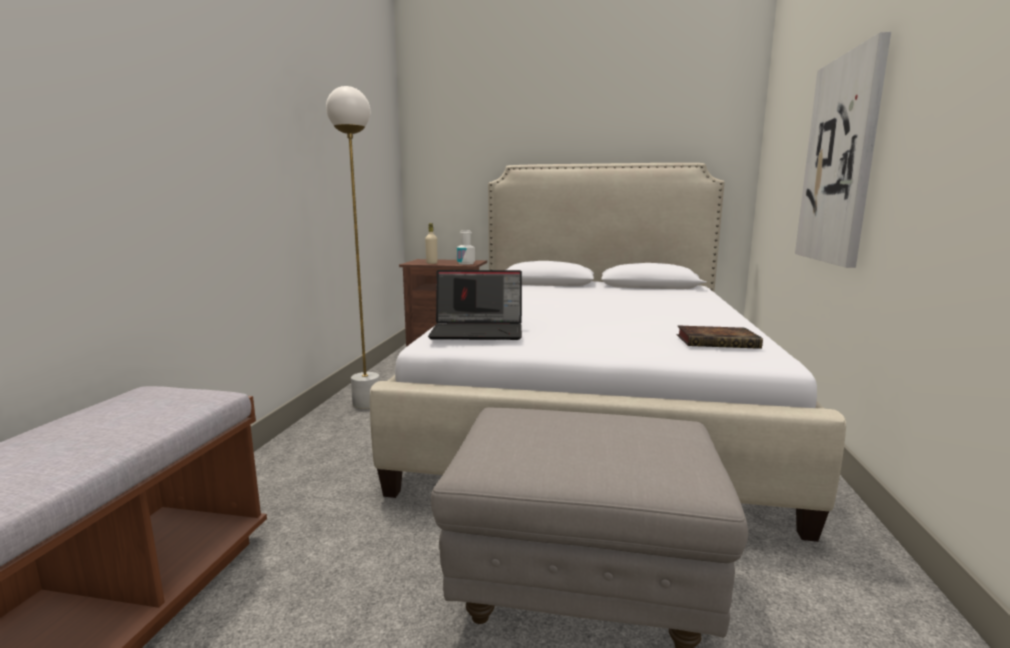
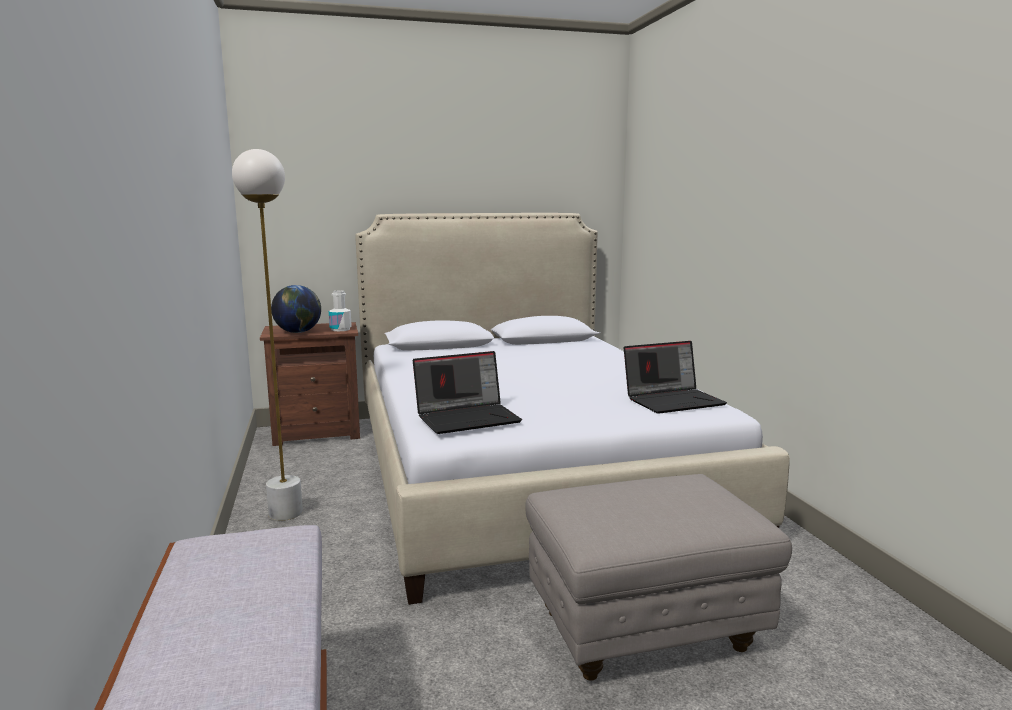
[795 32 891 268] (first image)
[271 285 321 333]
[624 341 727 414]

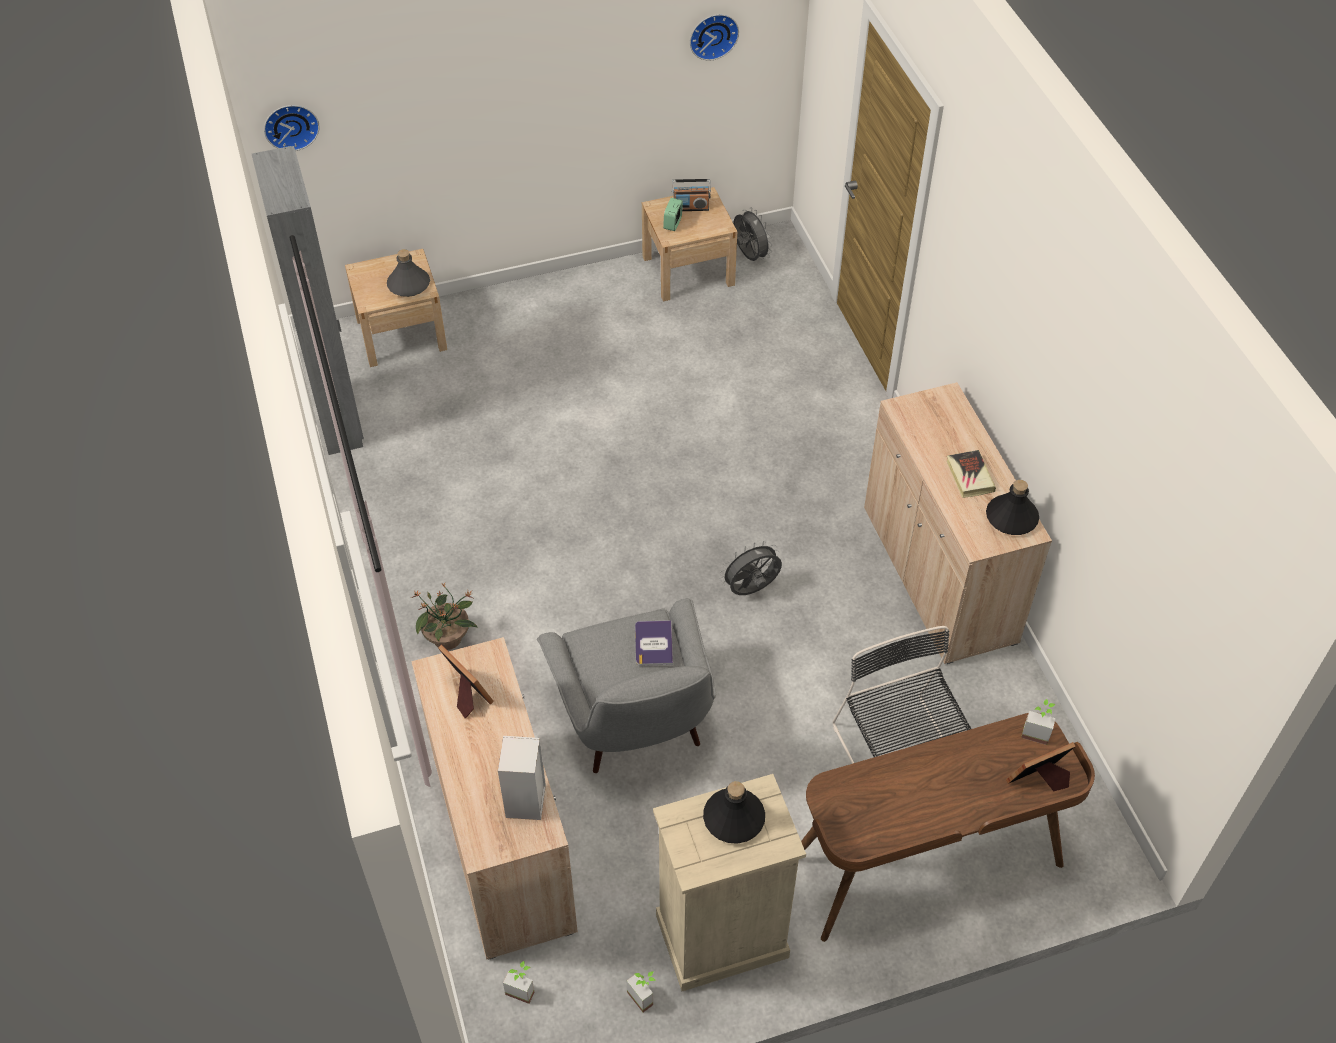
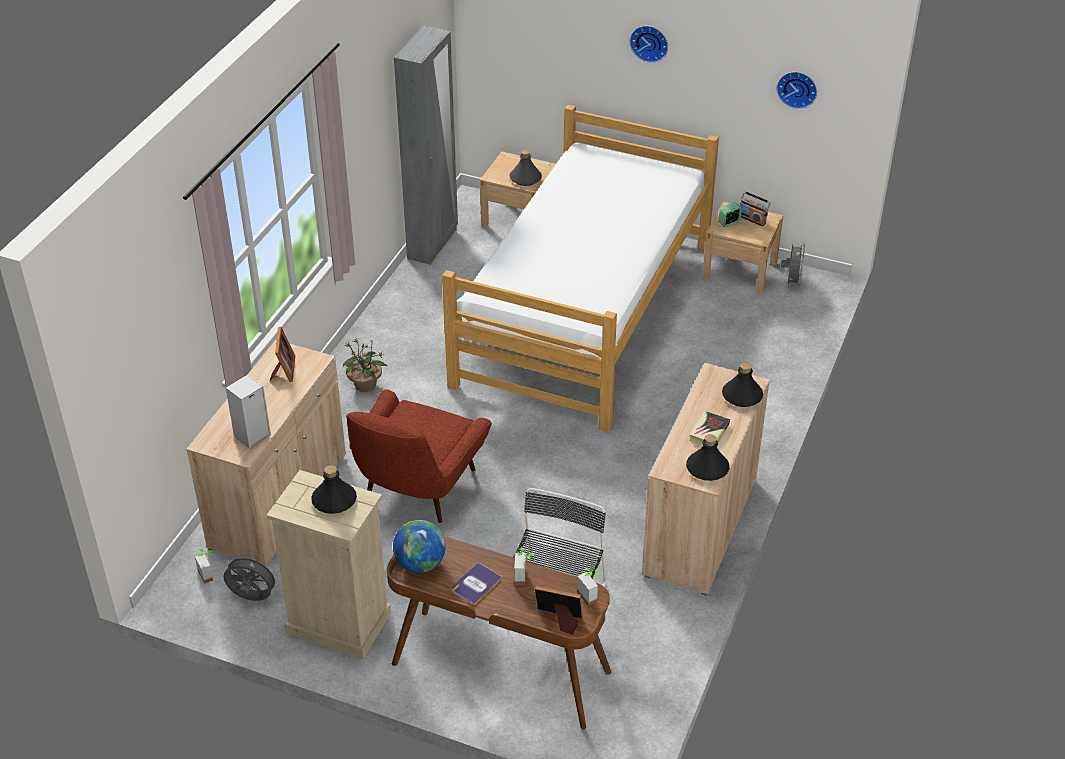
[393 520 446 573]
[442 105 719 432]
[722 362 763 407]
[630 26 668 63]
[514 547 534 585]
[451 563 503 606]
[223 554 279 601]
[346 389 492 523]

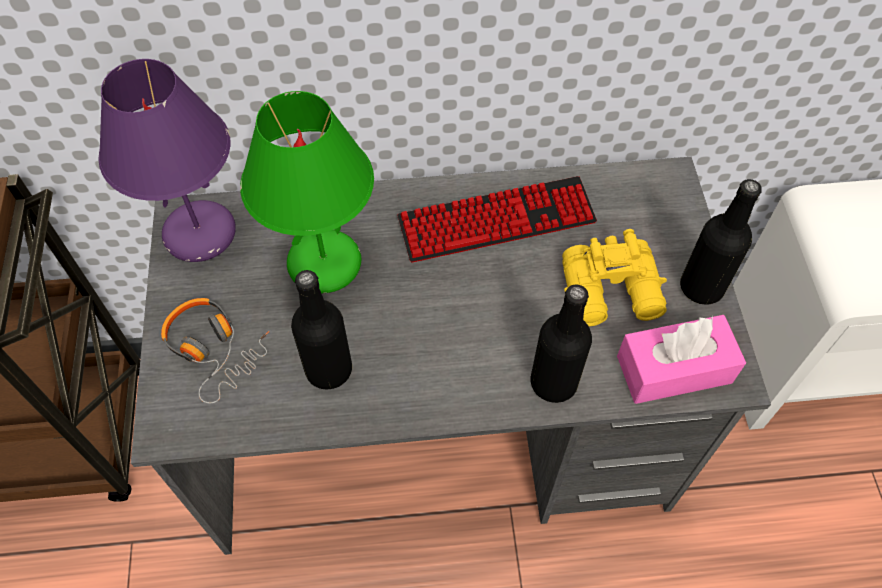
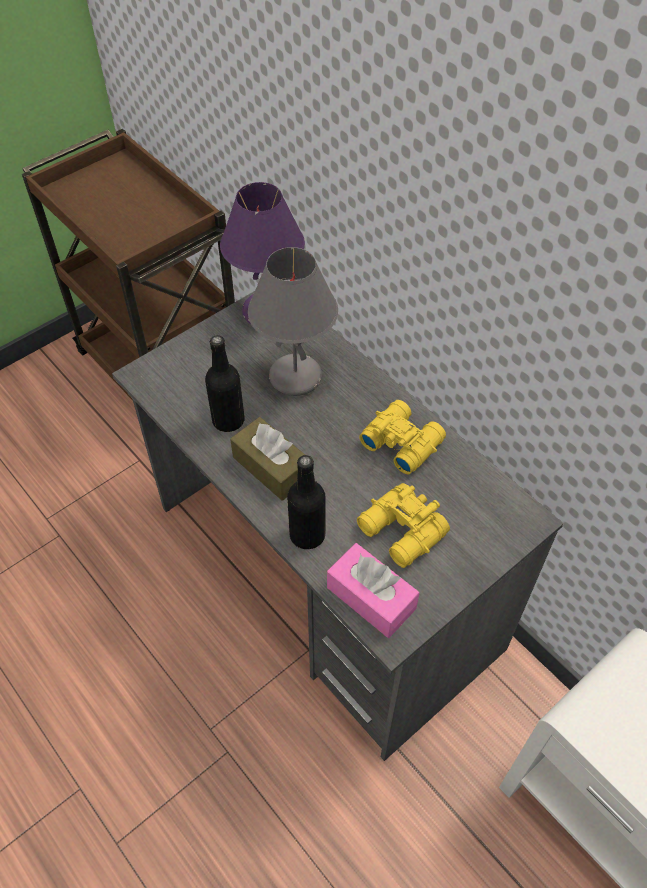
[161 298 270 403] (first image)
[680 179 762 305] (first image)
[230 417 305 501]
[359 400 446 474]
[248 247 338 396]

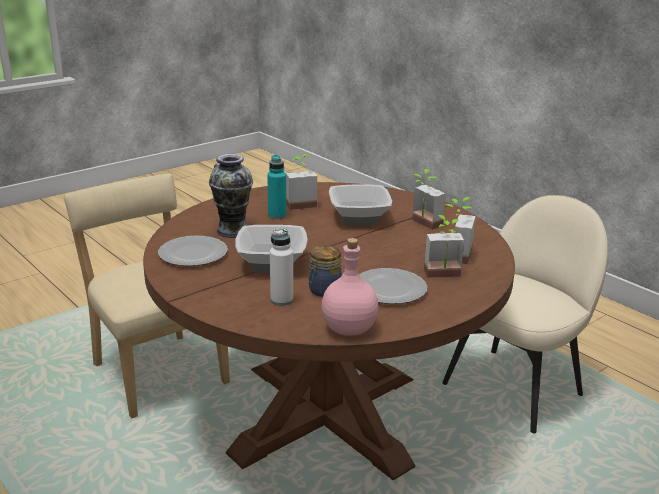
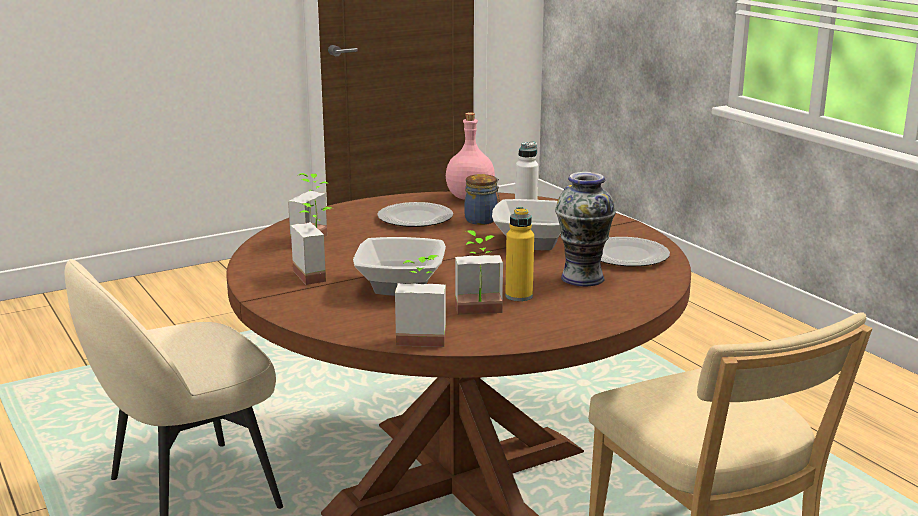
[395 255 446 347]
[505 207 534 301]

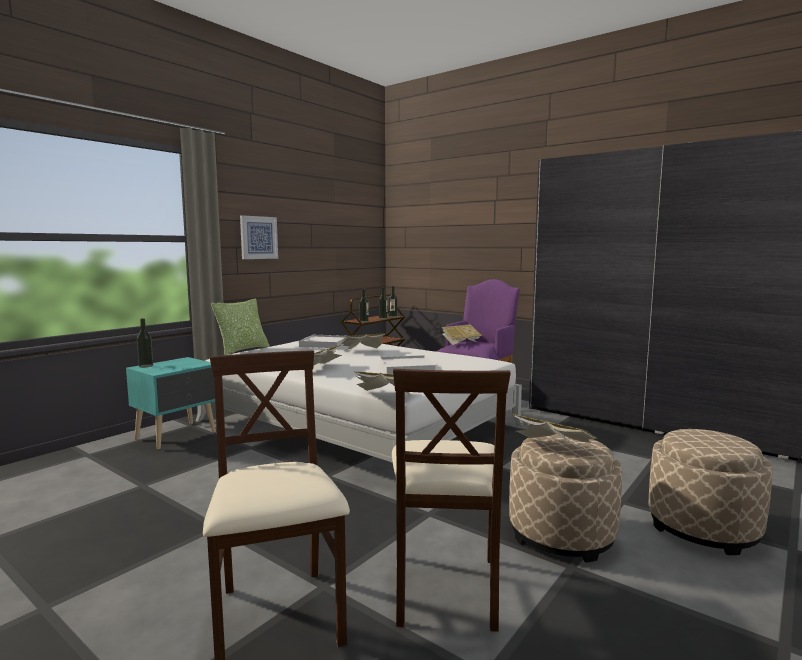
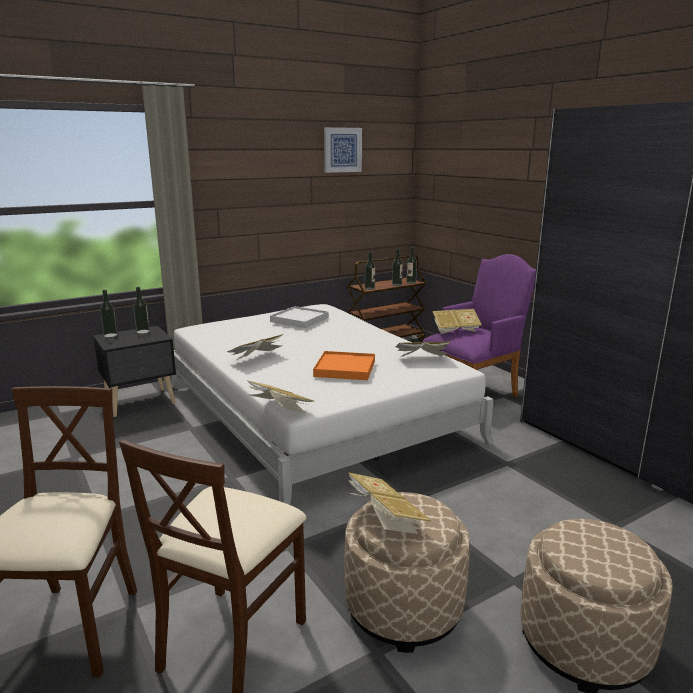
[211 299 270 355] (first image)
[133 287 150 334]
[324 127 362 173]
[395 341 450 357]
[93 326 176 417]
[313 351 375 380]

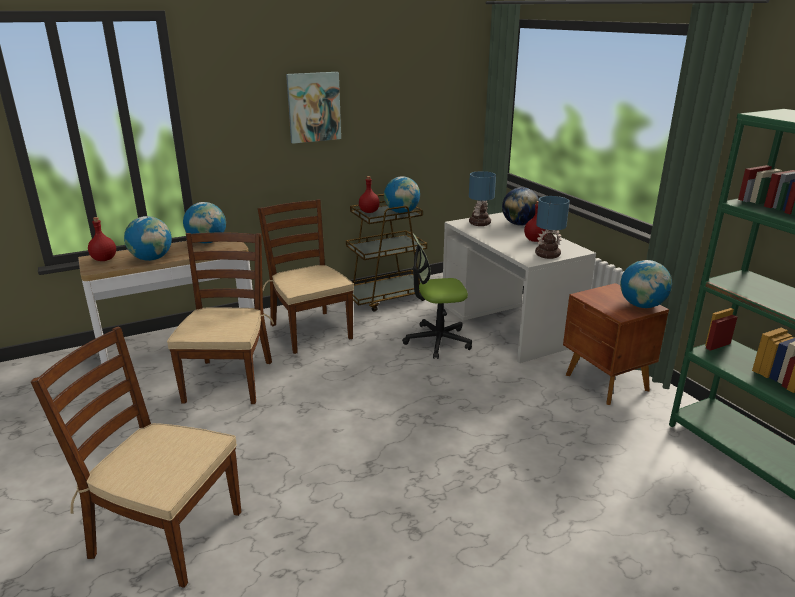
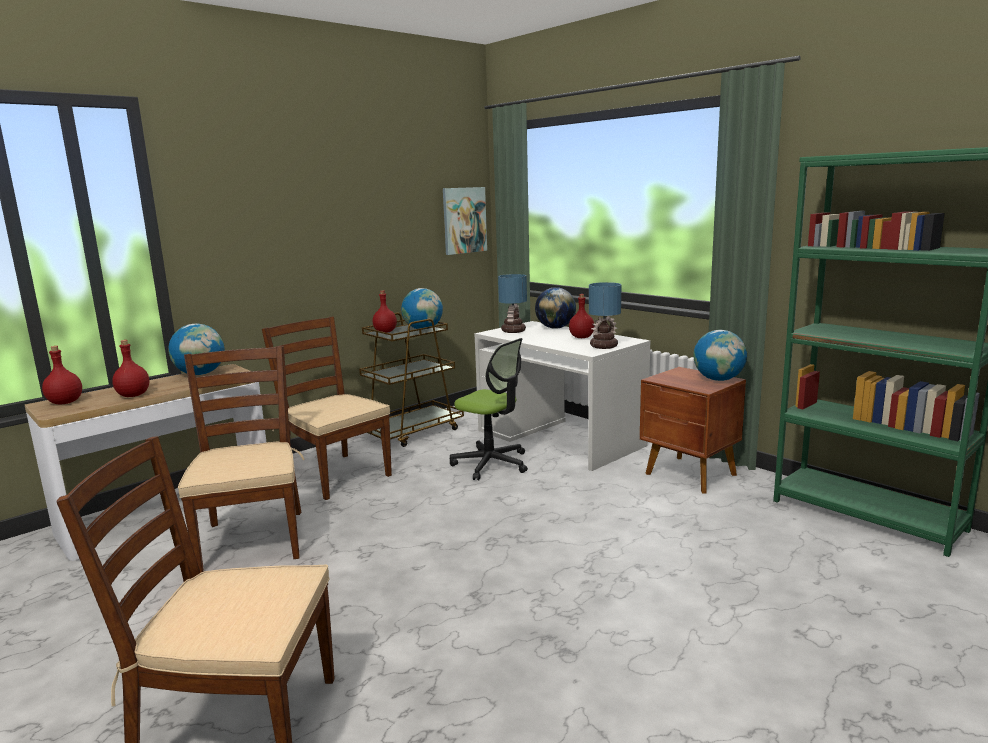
[443 187 487 255]
[112 340 149 397]
[450 338 528 480]

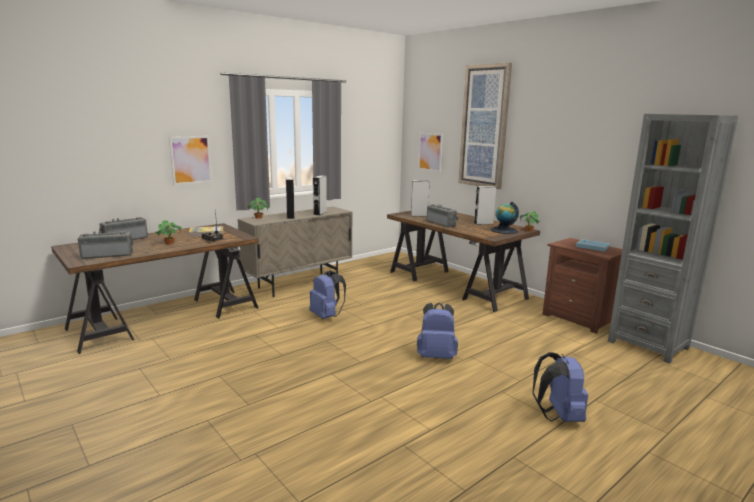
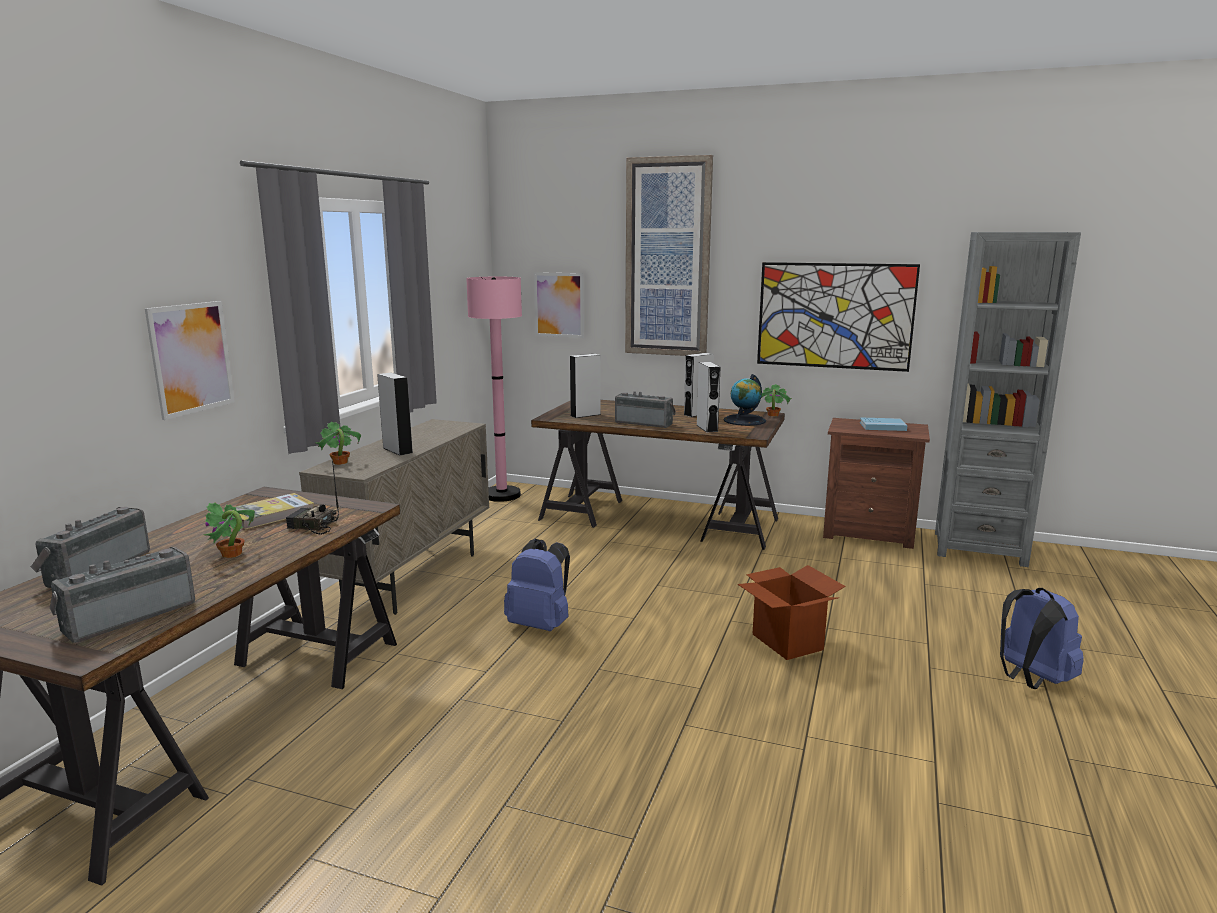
[466 277 522 502]
[757 262 920 372]
[697 362 721 433]
[737 565 846 660]

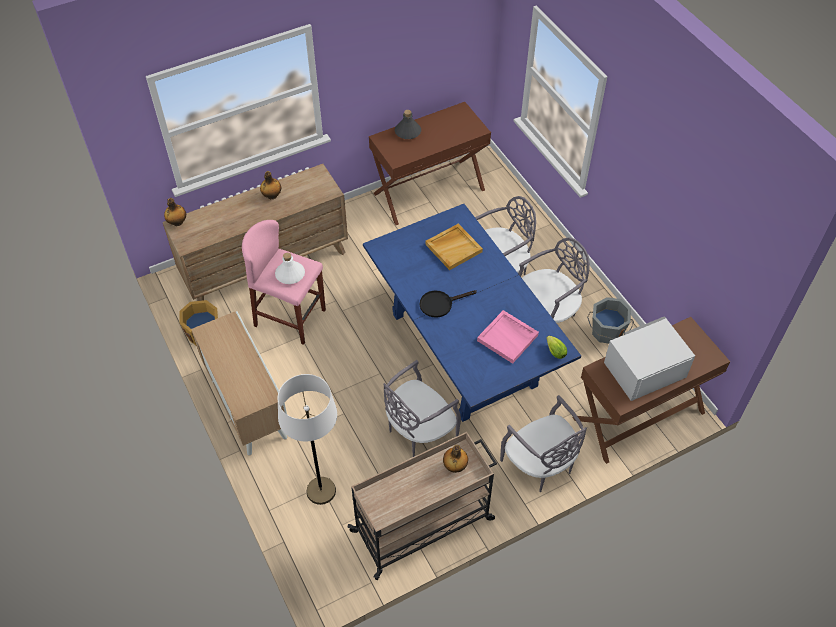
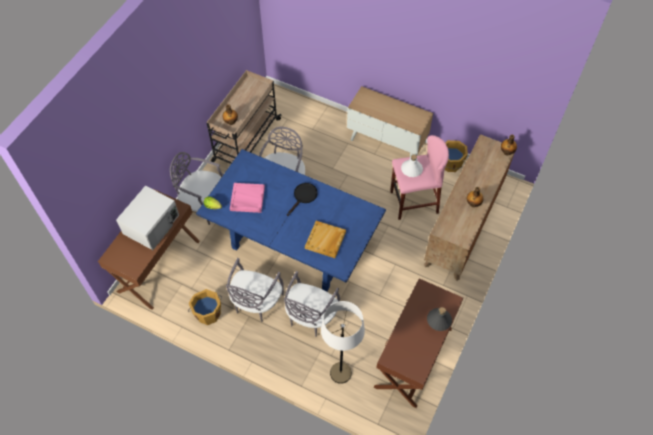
[321 301 365 384]
[188 289 222 325]

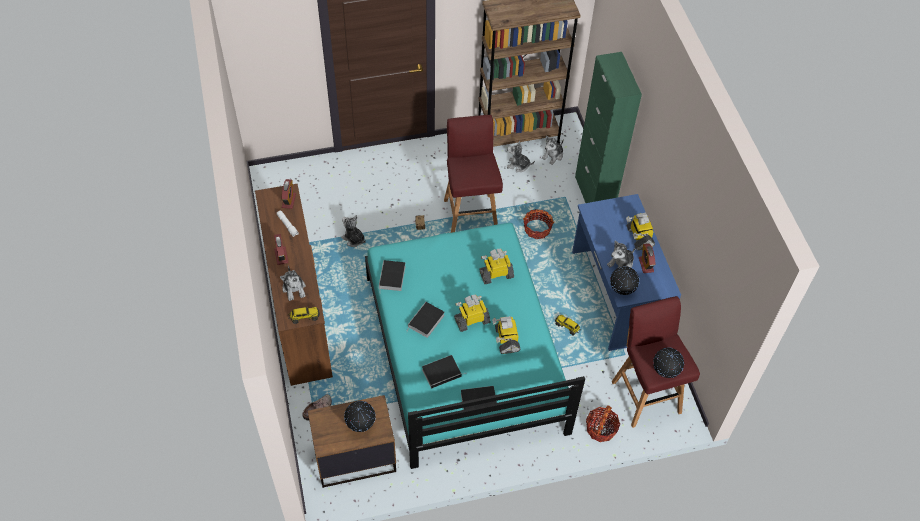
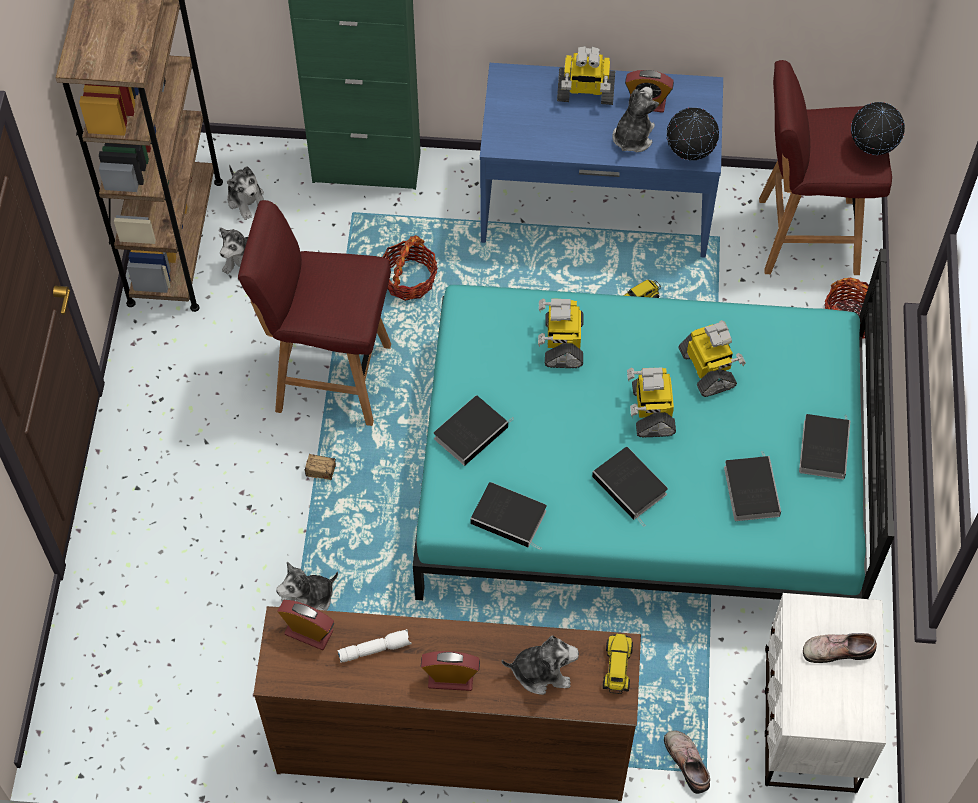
[434 395 514 466]
[803 633 877 663]
[764 593 886 793]
[678 320 746 397]
[612 87 659 152]

